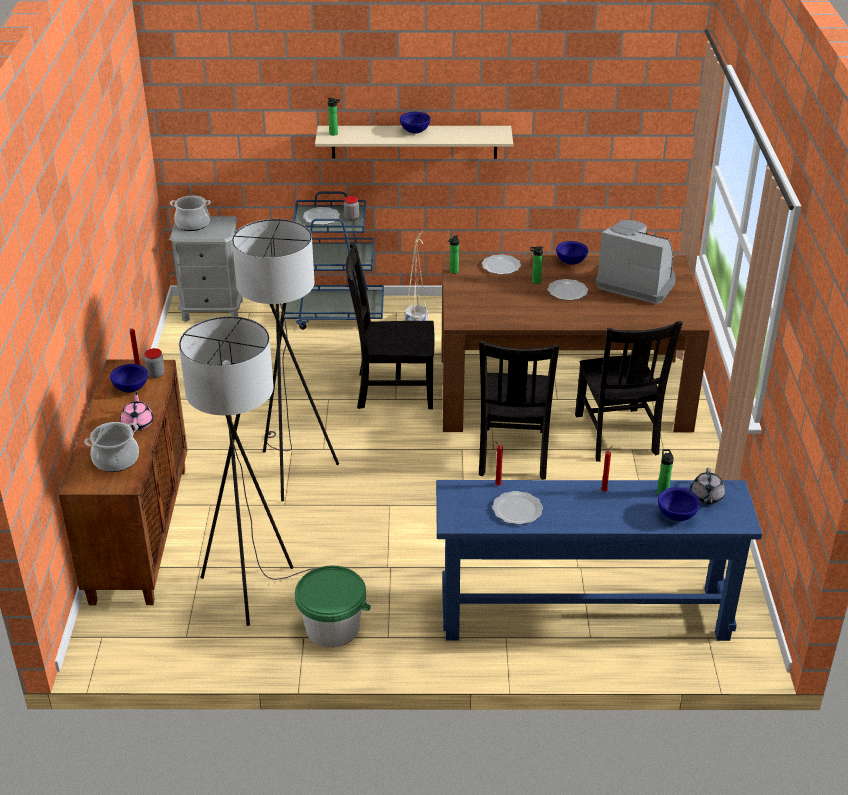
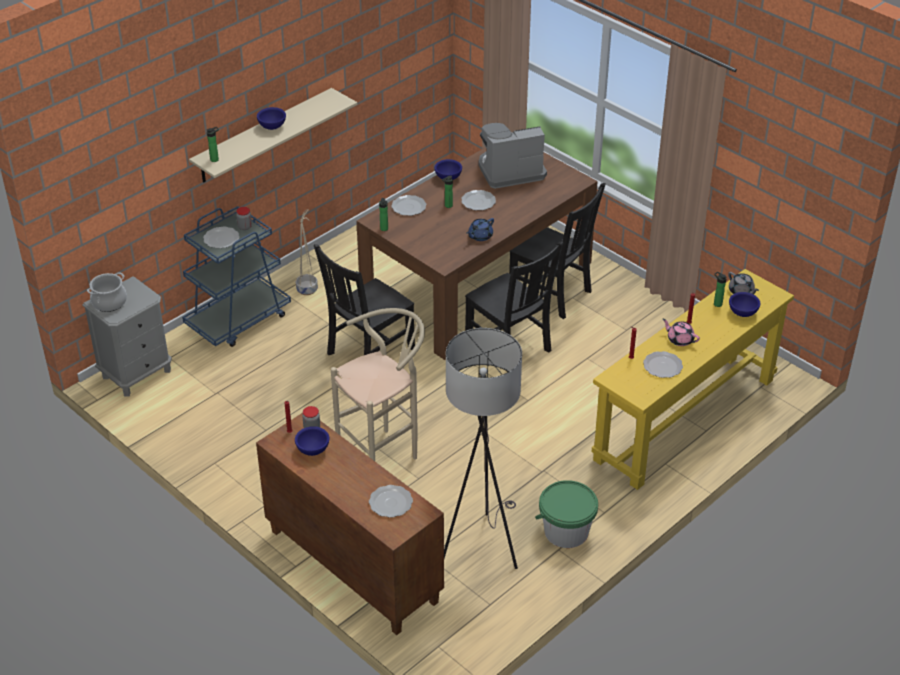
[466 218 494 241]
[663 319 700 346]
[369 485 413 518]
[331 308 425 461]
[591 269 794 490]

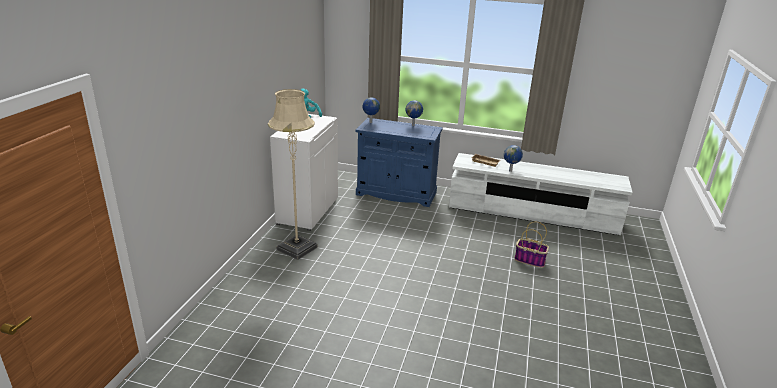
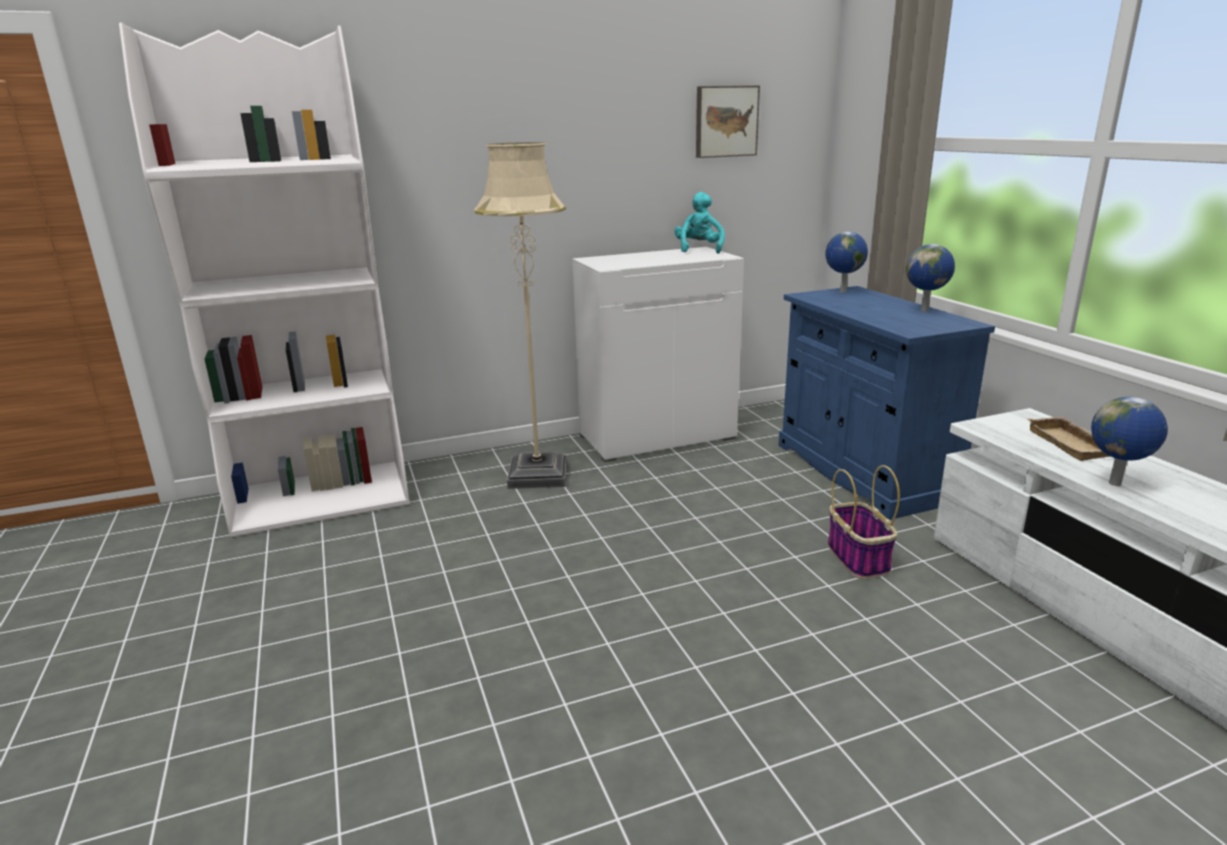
[119 23 410 537]
[696 86 760 158]
[828 465 900 579]

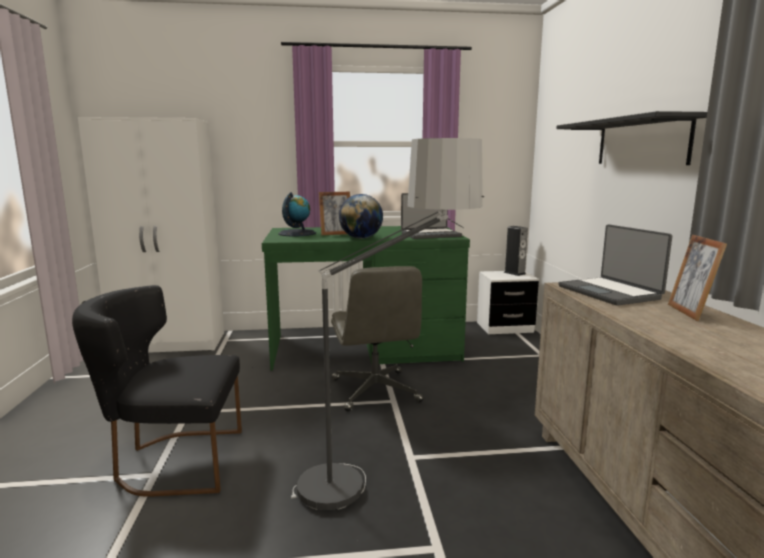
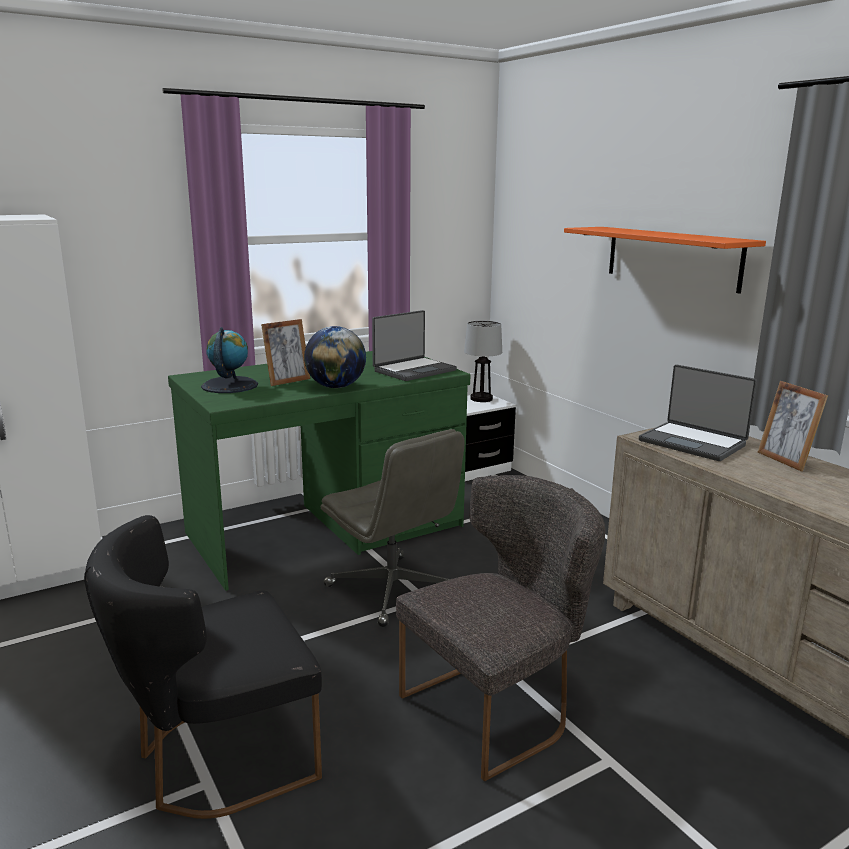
[396 475 605 781]
[464 321 502 402]
[564 227 766 294]

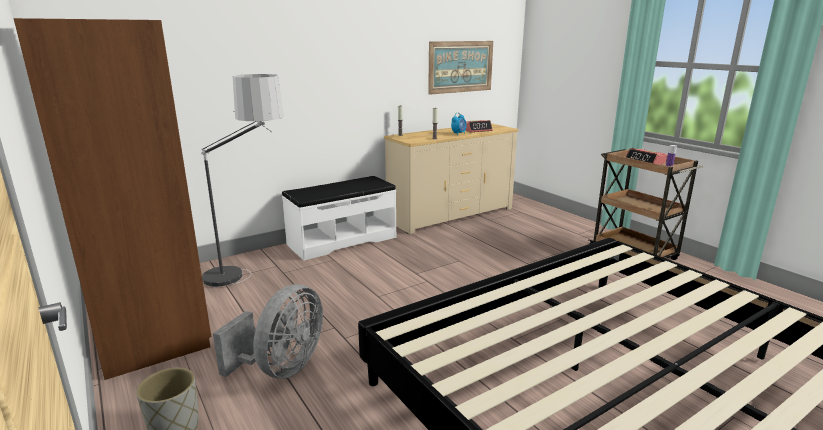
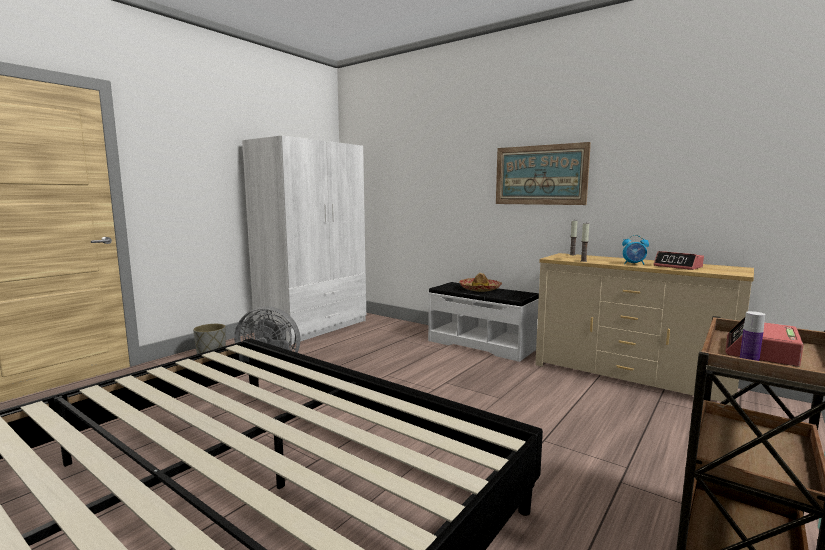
[201 74 284 288] (first image)
[459 273 502 292]
[496 142 591 205]
[242 135 366 345]

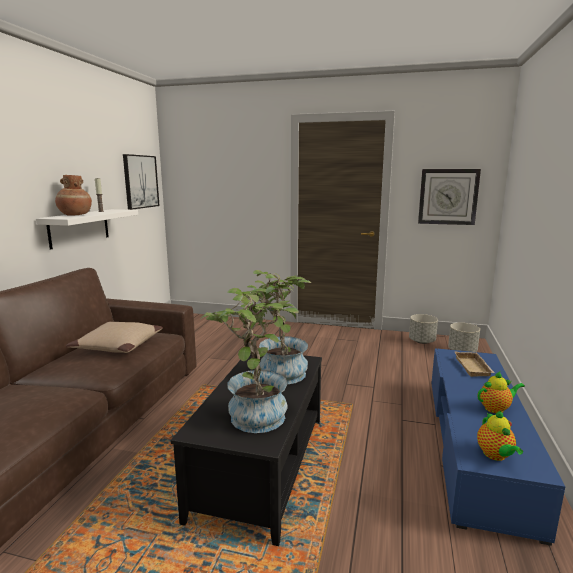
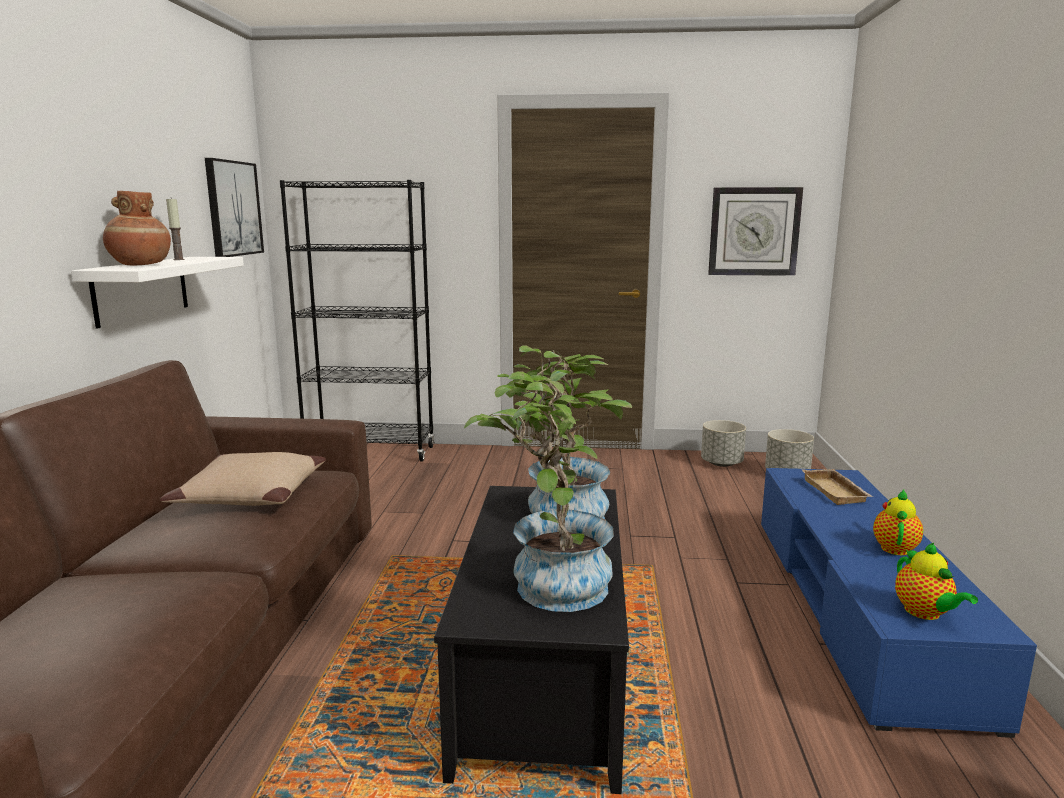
[280 180 435 462]
[873 489 923 555]

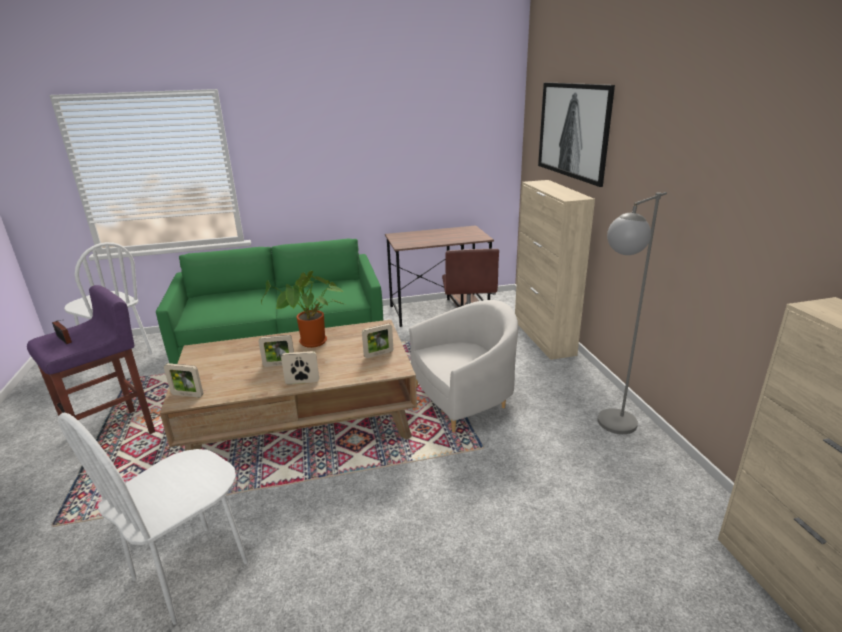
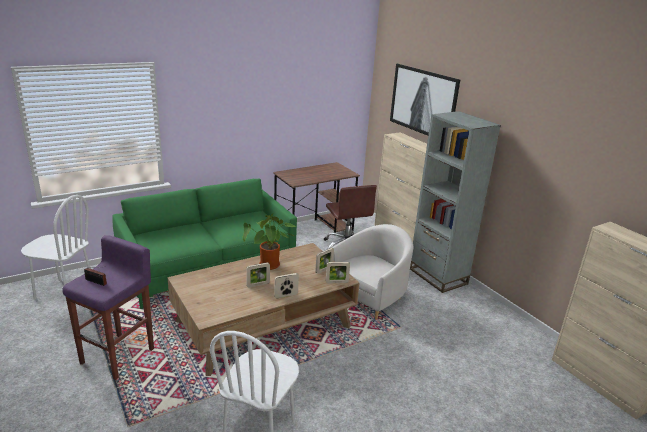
[597 192 667 434] (first image)
[410 111 501 293]
[326 262 350 283]

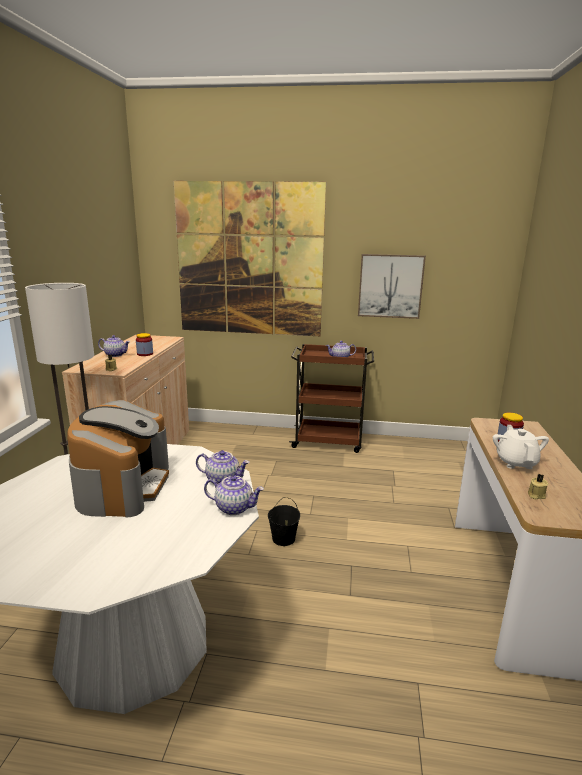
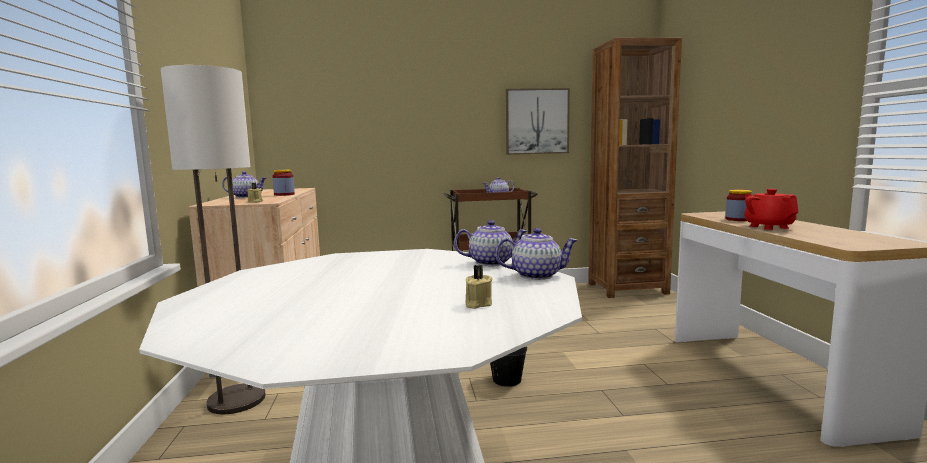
[67 400 169 518] (first image)
[174 181 326 336] (first image)
[588 38 682 298]
[466 265 492 309]
[744 189 798 230]

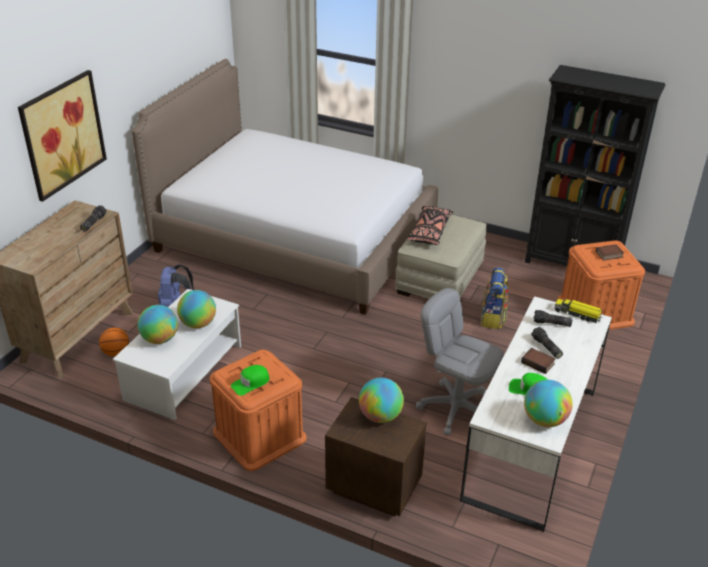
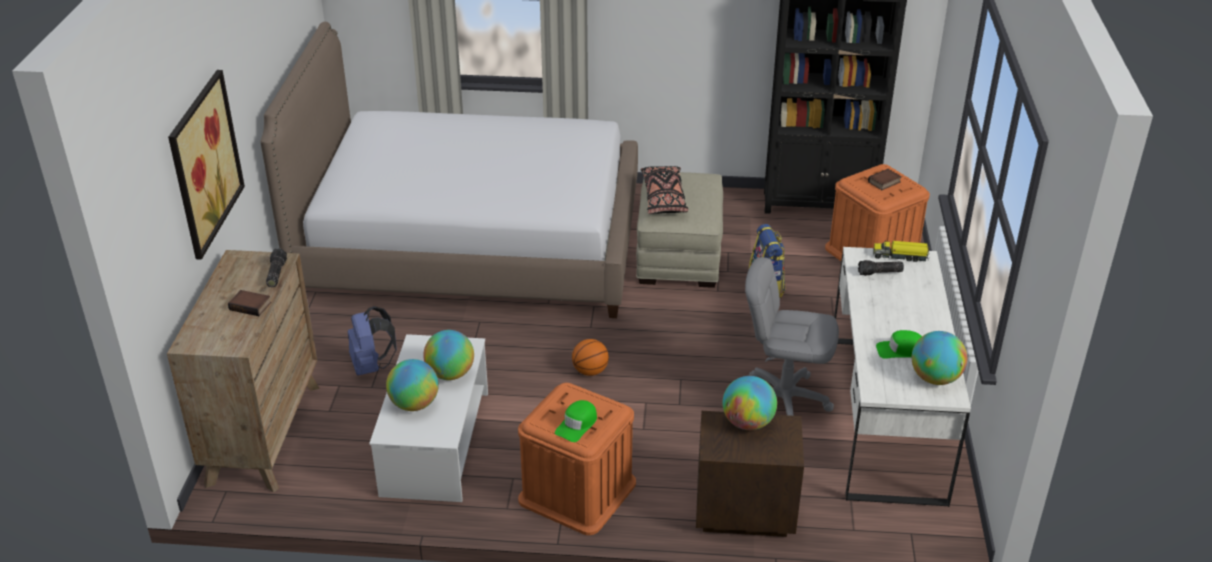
[531 327 563 359] (first image)
[572 339 609 376]
[228 290 271 316]

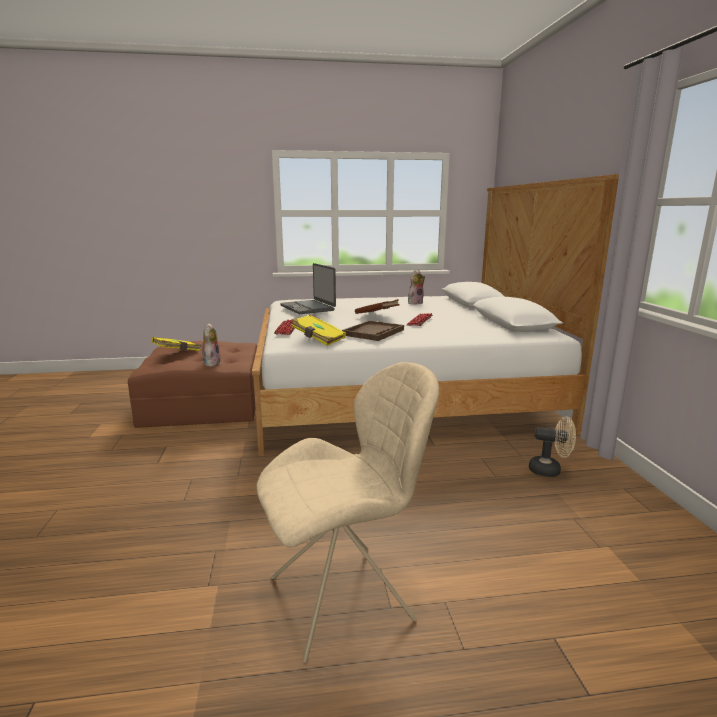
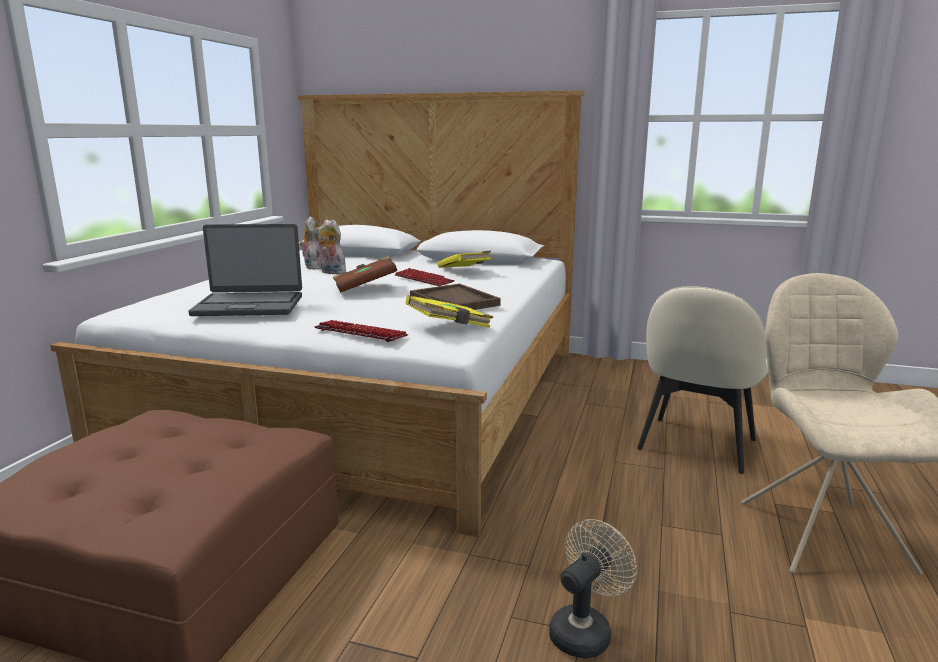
[637 287 768 474]
[438 251 491 268]
[316 220 346 274]
[549 519 637 659]

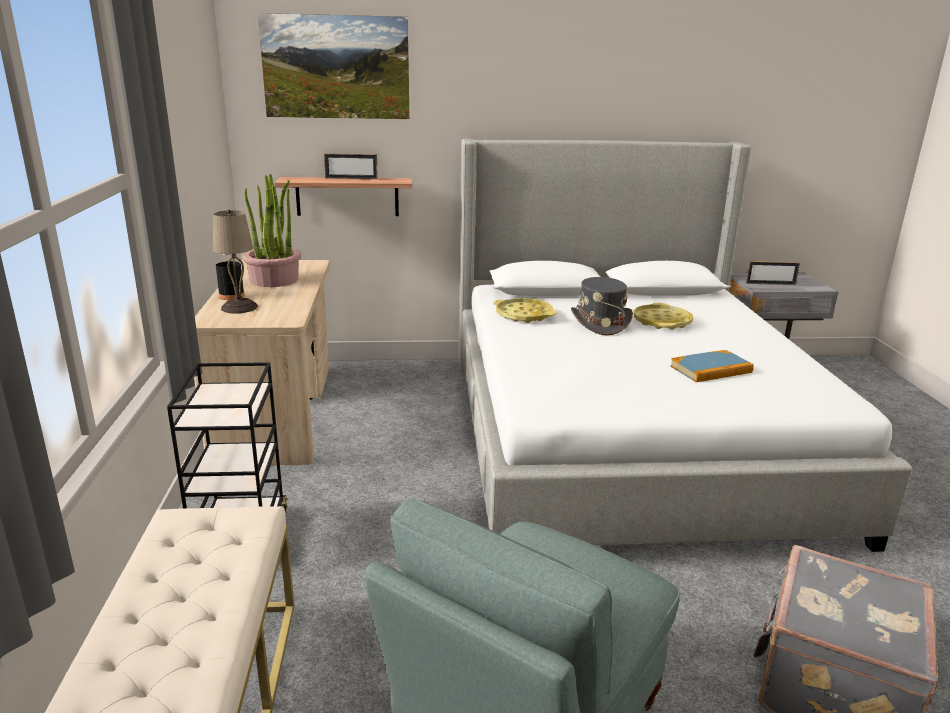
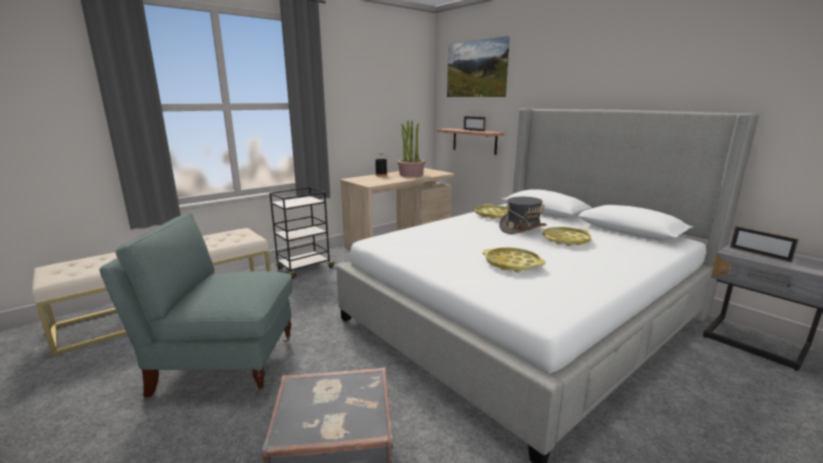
[213 210 258 314] (first image)
[482 247 546 272]

